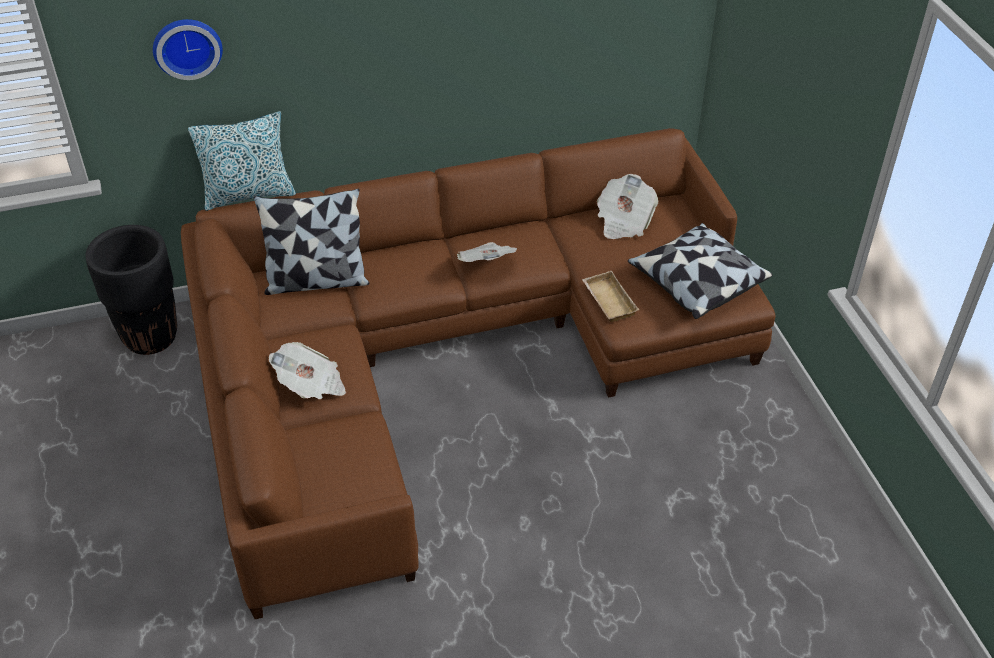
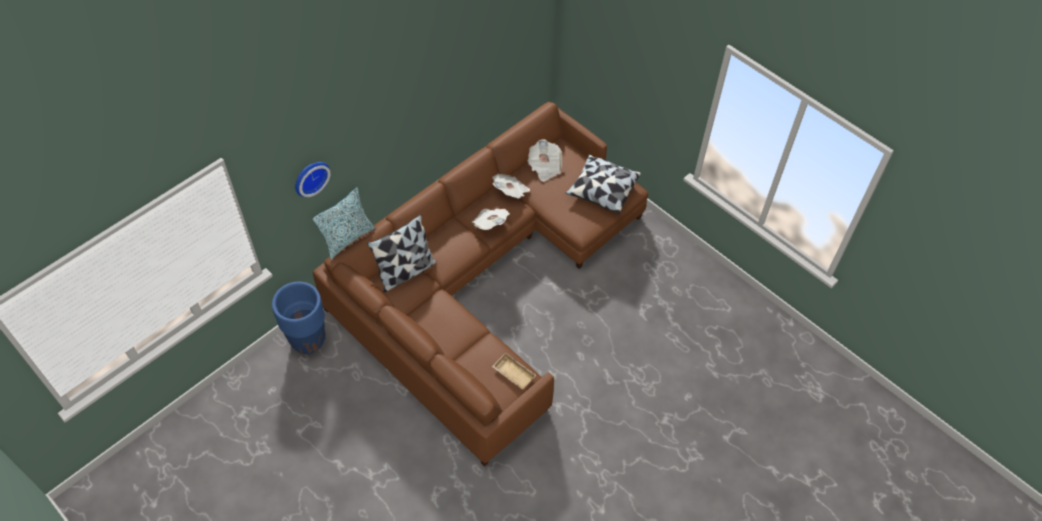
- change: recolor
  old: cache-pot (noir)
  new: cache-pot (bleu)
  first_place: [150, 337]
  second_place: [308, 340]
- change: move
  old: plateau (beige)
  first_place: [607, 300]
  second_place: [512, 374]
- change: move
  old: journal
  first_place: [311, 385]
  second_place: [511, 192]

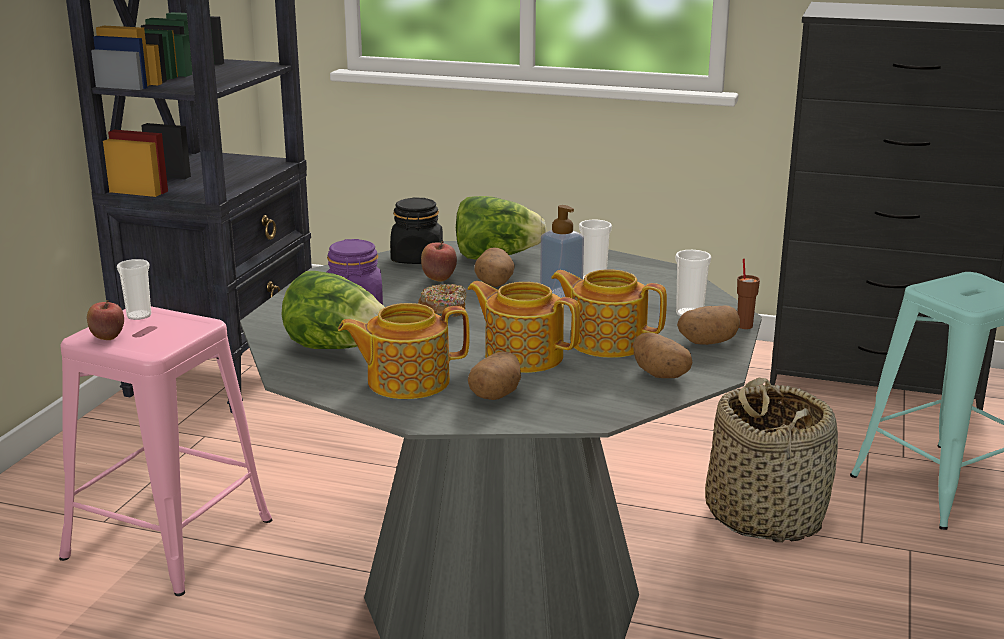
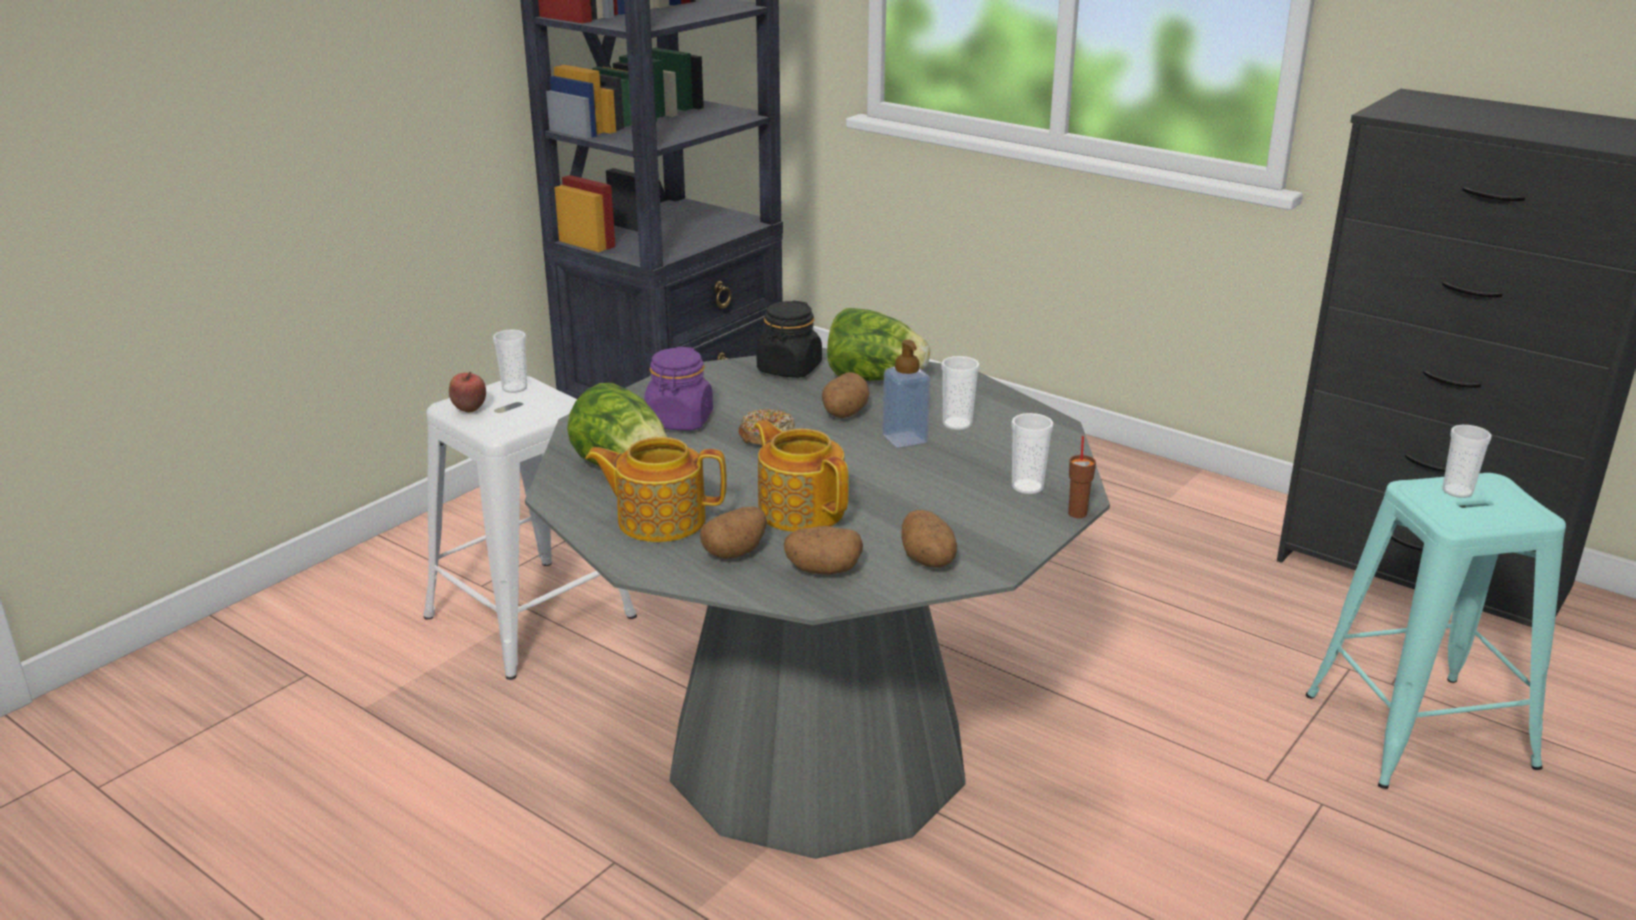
- change: delete
  old: pomme
  first_place: [438, 280]
- change: delete
  old: théière
  first_place: [606, 342]
- change: move
  old: pomme de terre
  first_place: [707, 343]
  second_place: [822, 570]
- change: recolor
  old: tabouret (rose)
  new: tabouret (blanc)
  first_place: [169, 538]
  second_place: [531, 616]
- change: delete
  old: panier
  first_place: [765, 515]
- change: insert
  new: tasse
  second_place: [1457, 491]

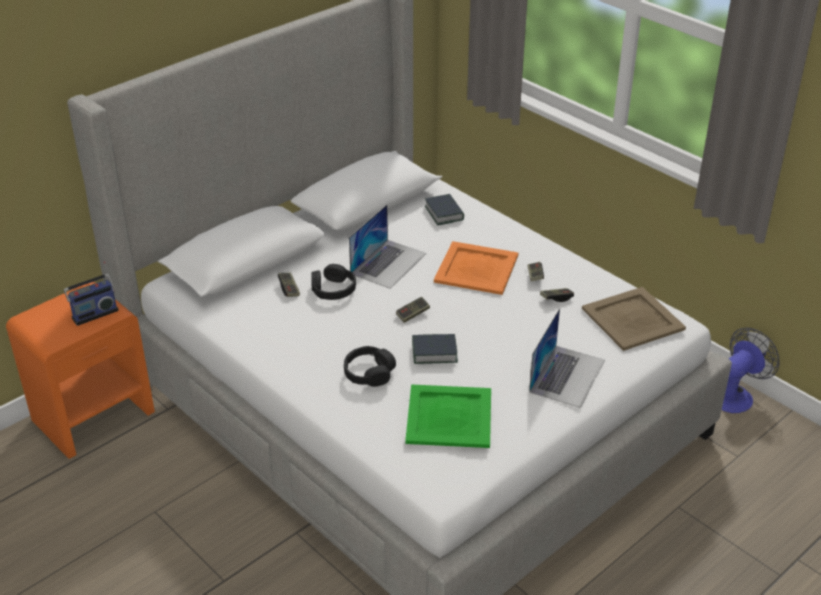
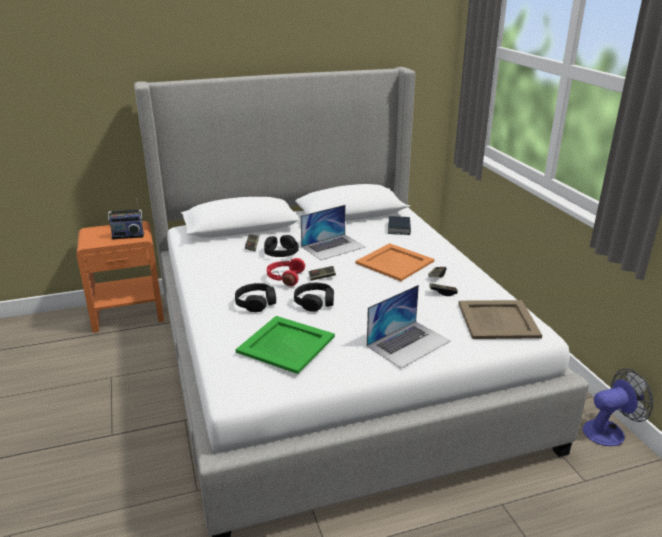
- change: replace
  old: livre
  new: casque audio (noir)
  first_place: [434, 352]
  second_place: [314, 302]
- change: insert
  new: casque audio (rouge)
  second_place: [284, 278]

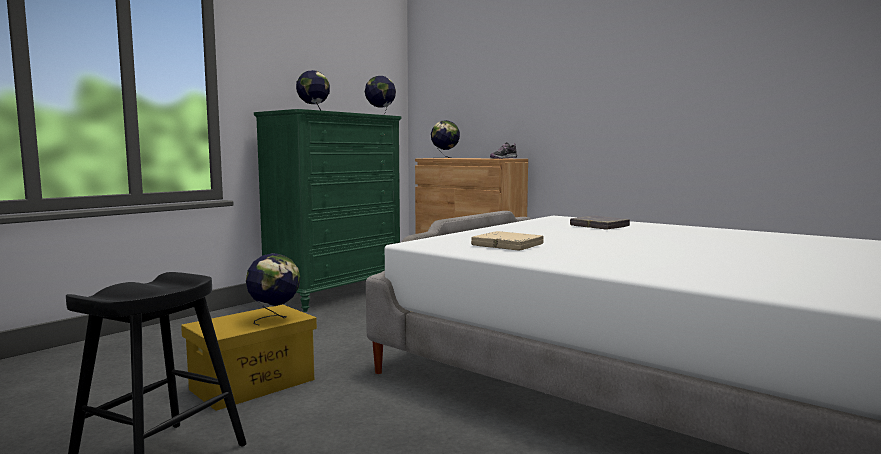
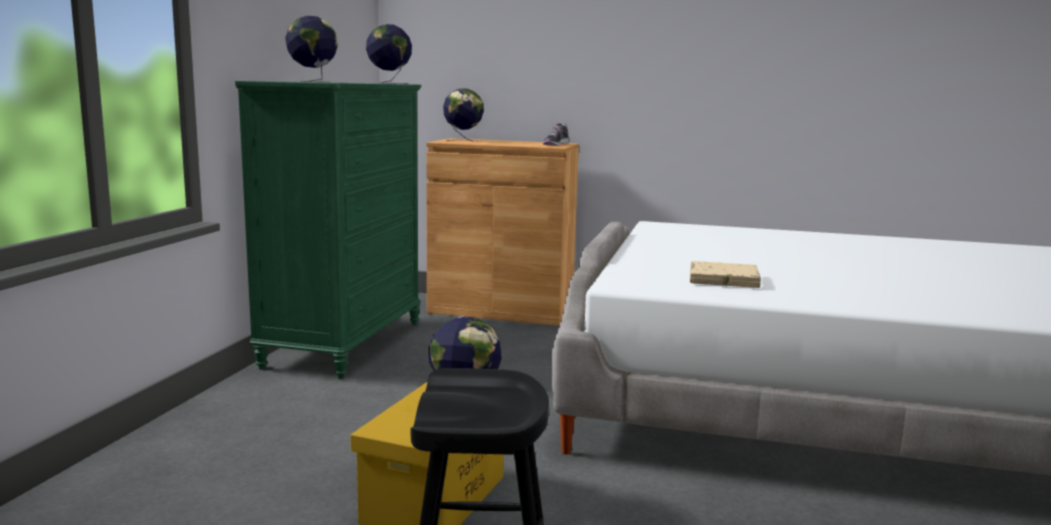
- change: delete
  old: livre (gris)
  first_place: [599, 226]

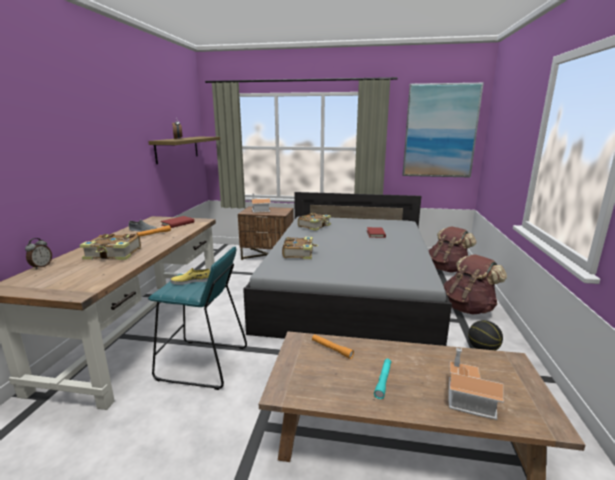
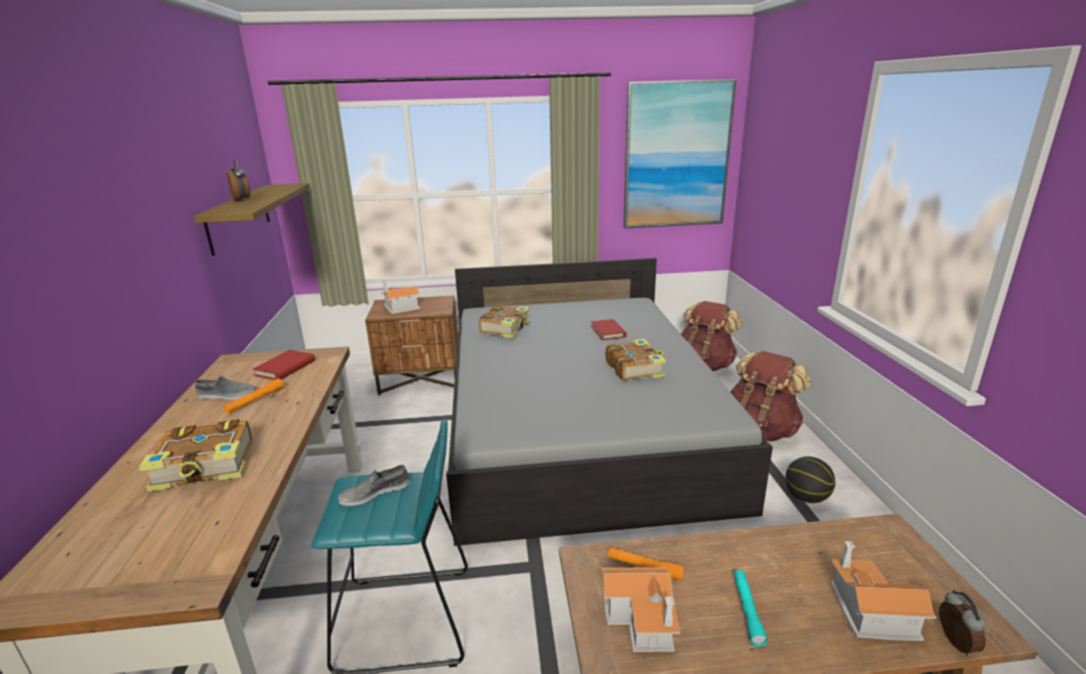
- change: move
  old: livre
  first_place: [299, 253]
  second_place: [634, 368]
- change: move
  old: réveil
  first_place: [41, 266]
  second_place: [953, 643]
- change: recolor
  old: chaussure (jaune)
  new: chaussure (gris)
  first_place: [191, 281]
  second_place: [374, 492]
- change: insert
  new: maison miniature
  second_place: [643, 619]

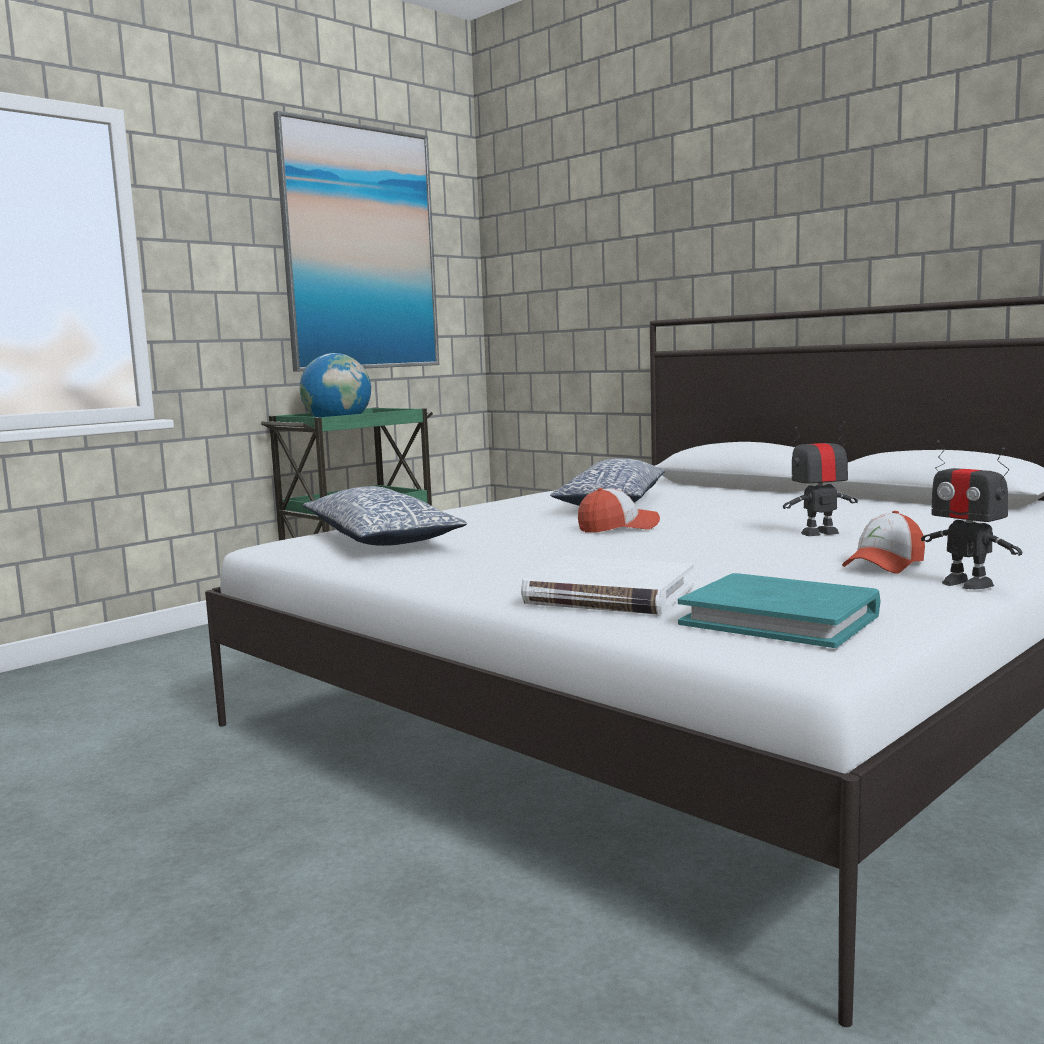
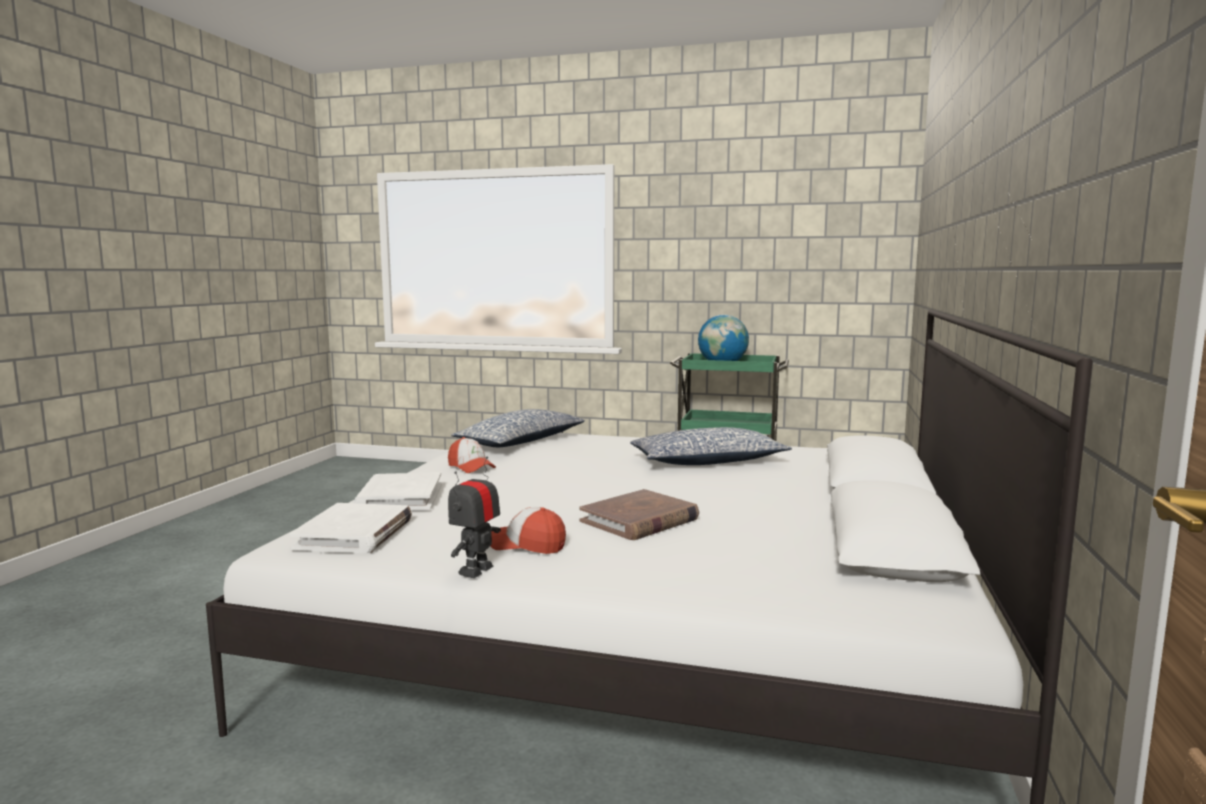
- change: delete
  old: tableau
  first_place: [360, 249]
- change: replace
  old: robot jouet
  new: livre (marron)
  first_place: [819, 533]
  second_place: [639, 520]
- change: move
  old: casquette
  first_place: [618, 528]
  second_place: [471, 467]
- change: recolor
  old: livre (turquoise)
  new: livre (blanc)
  first_place: [780, 619]
  second_place: [354, 534]

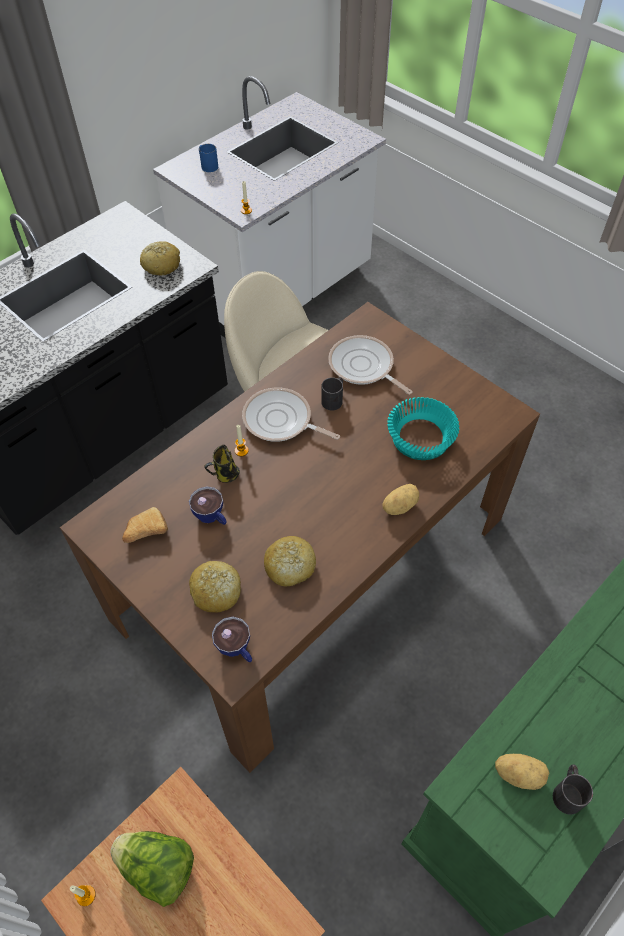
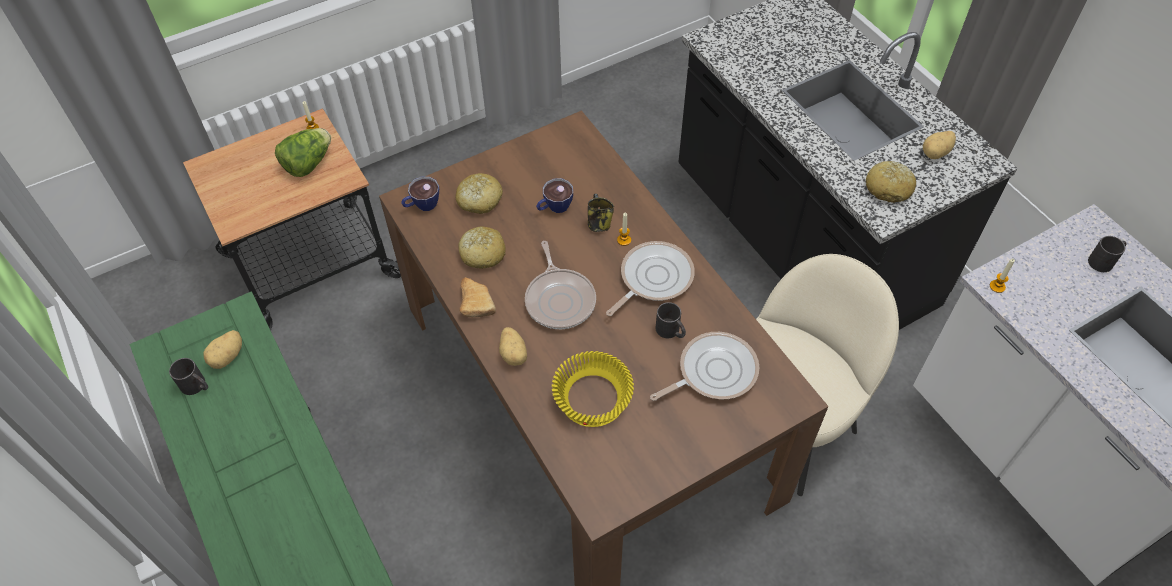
- change: recolor
  old: mug (bleu)
  new: mug (noir)
  first_place: [207, 165]
  second_place: [1104, 261]
- change: recolor
  old: bol (turquoise)
  new: bol (jaune)
  first_place: [422, 438]
  second_place: [591, 400]
- change: move
  old: pain
  first_place: [144, 532]
  second_place: [475, 301]
- change: insert
  new: pomme de terre
  second_place: [936, 153]
- change: insert
  new: poêle
  second_place: [560, 299]

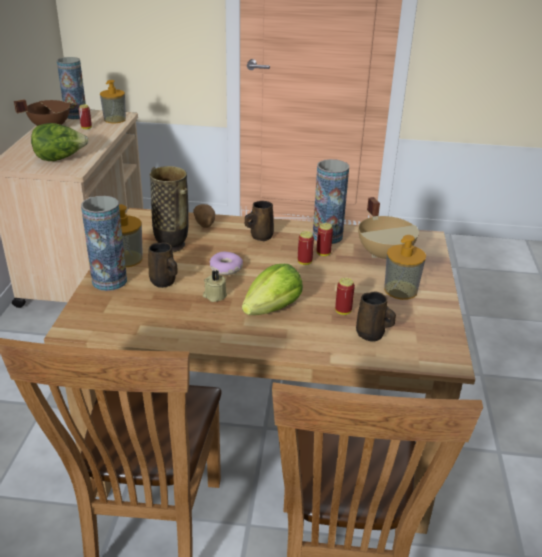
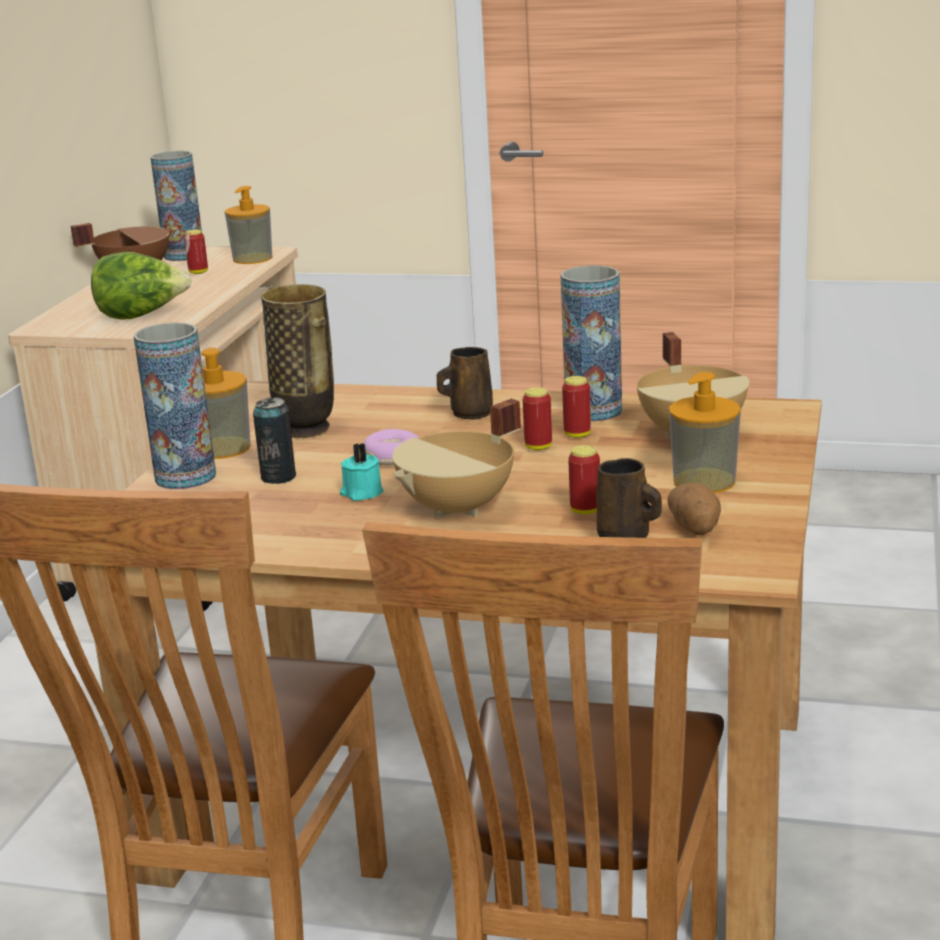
- change: move
  old: pomme de terre
  first_place: [205, 224]
  second_place: [695, 529]
- change: replace
  old: mug (marron)
  new: boîte métallique
  first_place: [164, 282]
  second_place: [278, 477]
- change: replace
  old: laitue
  new: marmite (beige)
  first_place: [273, 309]
  second_place: [459, 509]
- change: recolor
  old: bougie (beige)
  new: bougie (turquoise)
  first_place: [214, 296]
  second_place: [361, 493]

